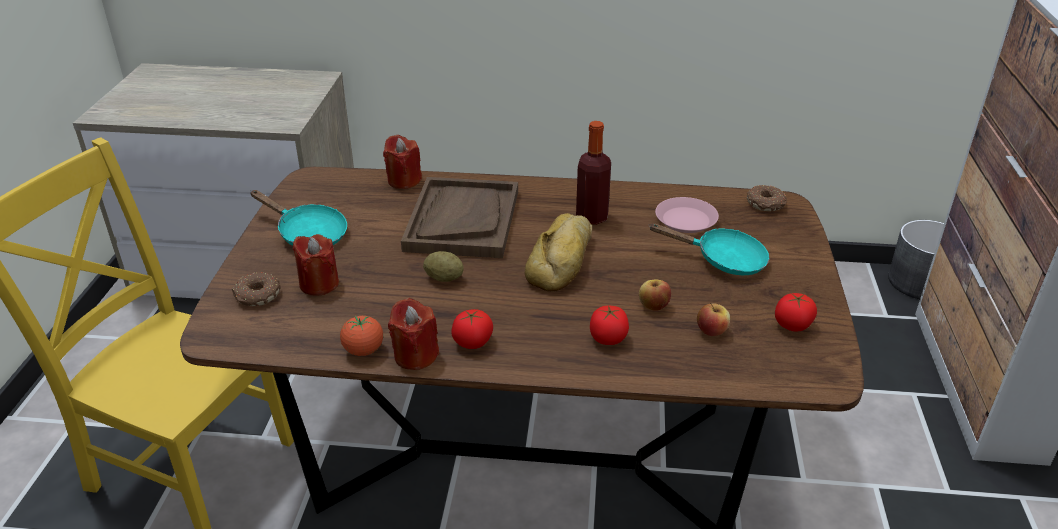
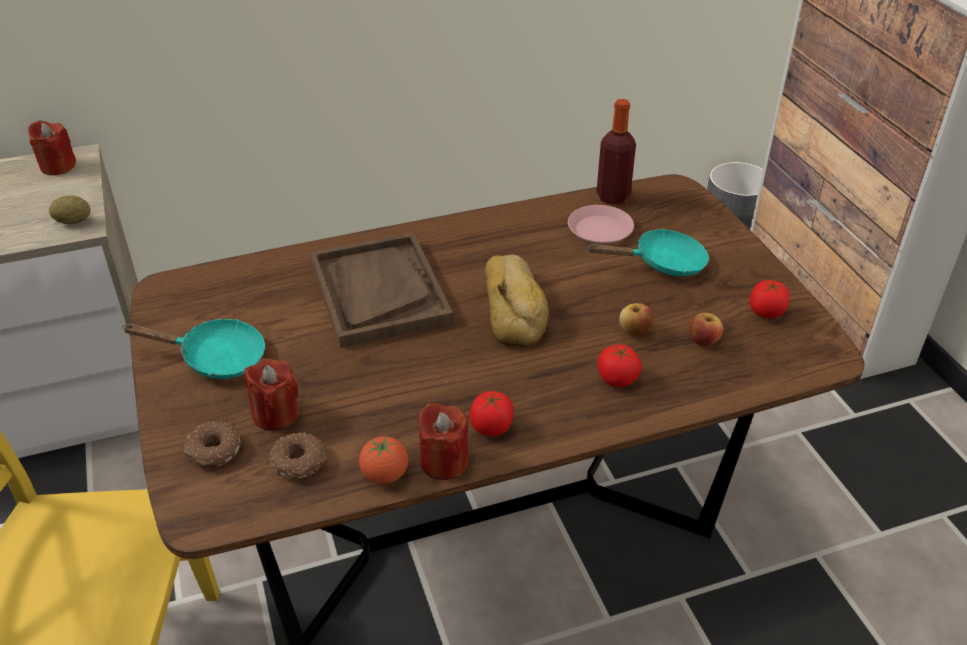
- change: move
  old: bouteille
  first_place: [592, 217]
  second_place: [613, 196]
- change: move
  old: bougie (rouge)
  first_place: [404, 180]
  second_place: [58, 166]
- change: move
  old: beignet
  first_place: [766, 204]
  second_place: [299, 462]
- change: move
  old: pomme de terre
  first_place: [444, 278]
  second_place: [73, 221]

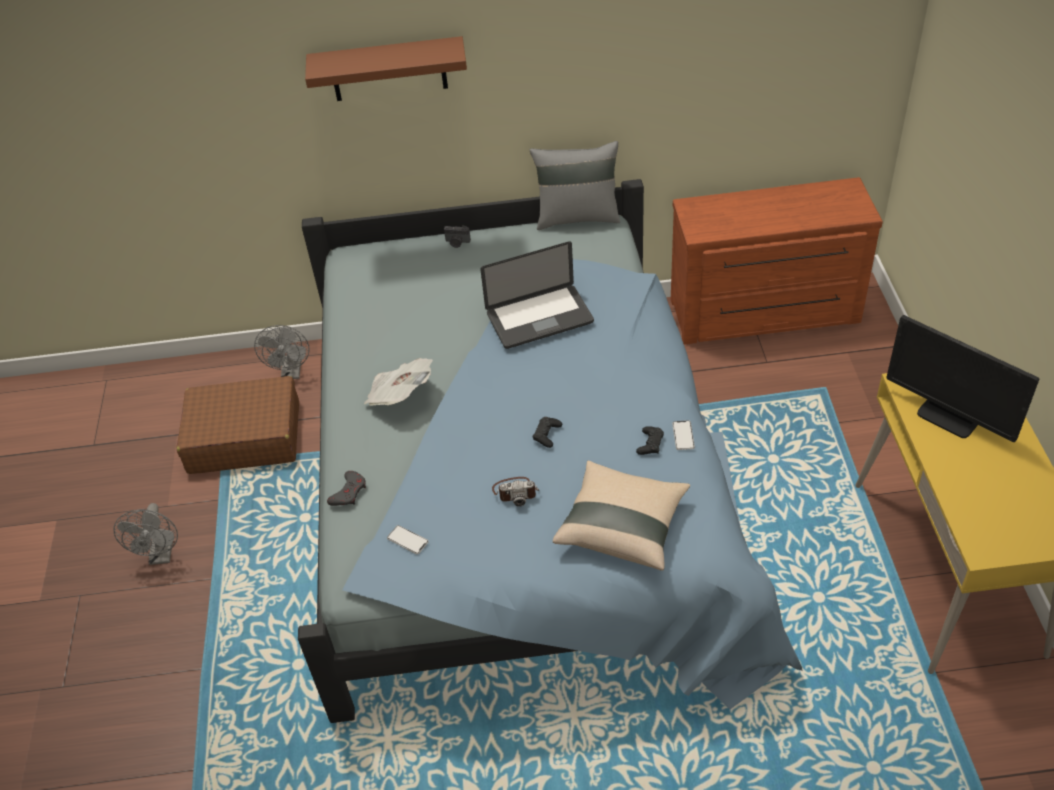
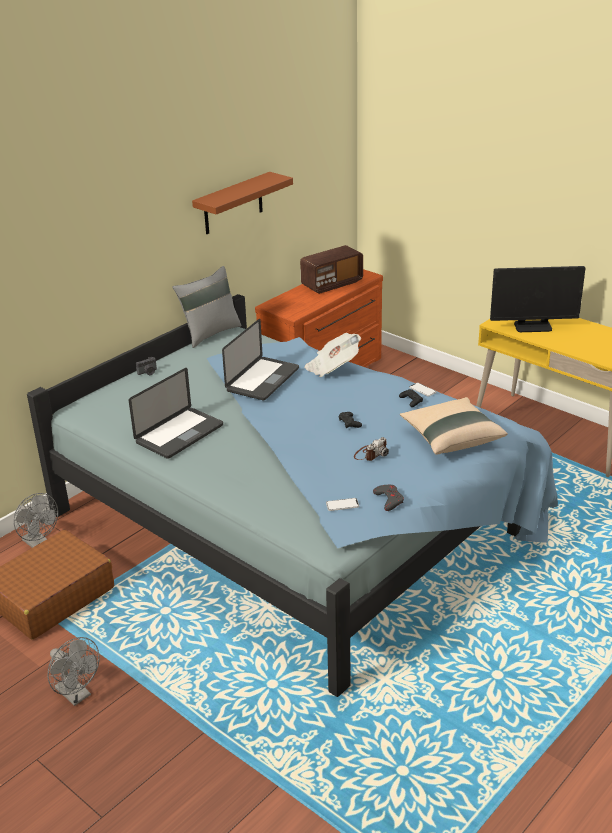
- change: move
  old: étagère (marron)
  first_place: [388, 69]
  second_place: [233, 204]
- change: move
  old: journal
  first_place: [400, 395]
  second_place: [332, 367]
- change: move
  old: manette (gris)
  first_place: [349, 492]
  second_place: [389, 500]
- change: insert
  new: radio
  second_place: [332, 284]
- change: insert
  new: ordinateur portable
  second_place: [179, 434]

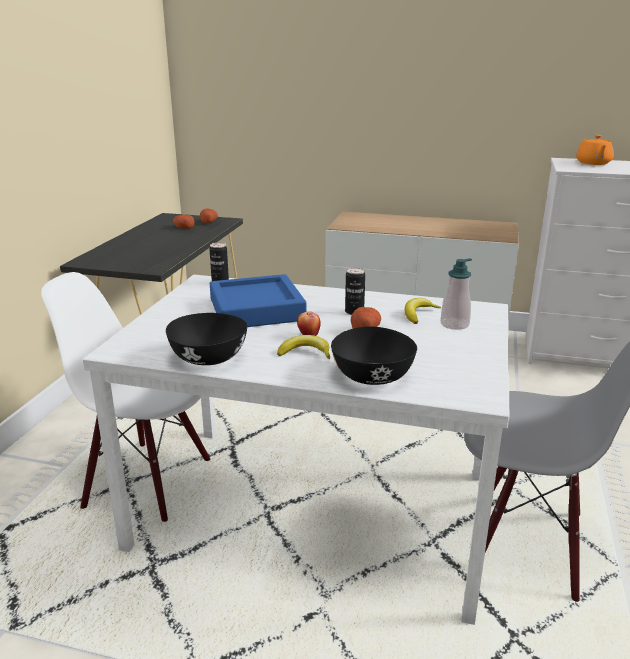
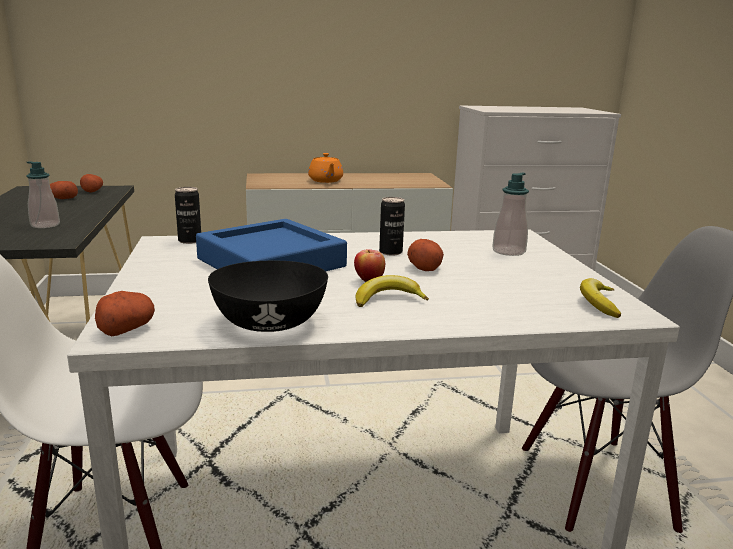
- change: move
  old: théière (orange)
  first_place: [593, 163]
  second_place: [325, 181]
- change: move
  old: banane
  first_place: [418, 314]
  second_place: [598, 303]
- change: delete
  old: bol (noir)
  first_place: [373, 376]
- change: insert
  new: distributeur de savon
  second_place: [45, 225]
- change: insert
  new: pomme de terre
  second_place: [126, 329]

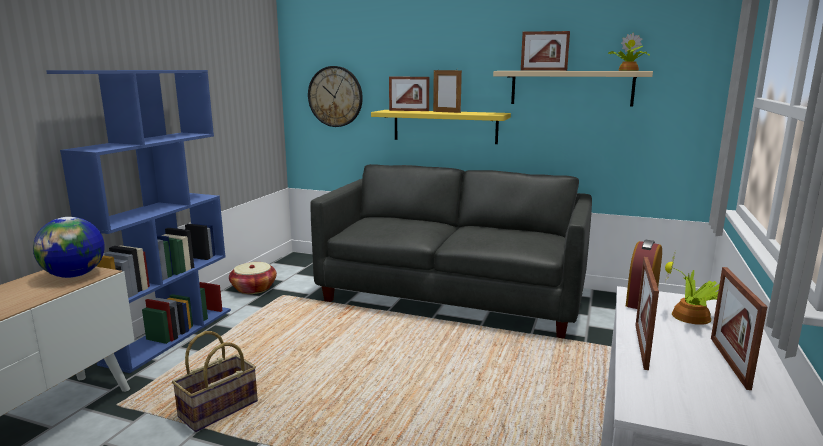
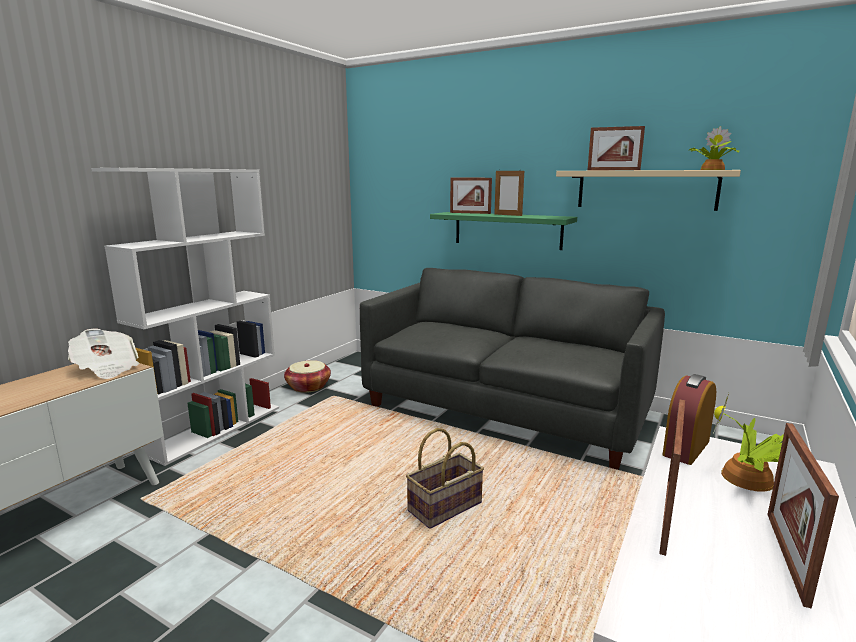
- change: delete
  old: horloge murale
  first_place: [335, 96]
- change: recolor
  old: bibliothèque (bleu)
  new: bibliothèque (blanc)
  first_place: [170, 334]
  second_place: [215, 429]
- change: recolor
  old: étagère (jaune)
  new: étagère (vert)
  first_place: [445, 126]
  second_place: [507, 230]
- change: replace
  old: globe
  new: journal
  first_place: [75, 275]
  second_place: [107, 369]
- change: move
  old: panier
  first_place: [219, 410]
  second_place: [445, 508]

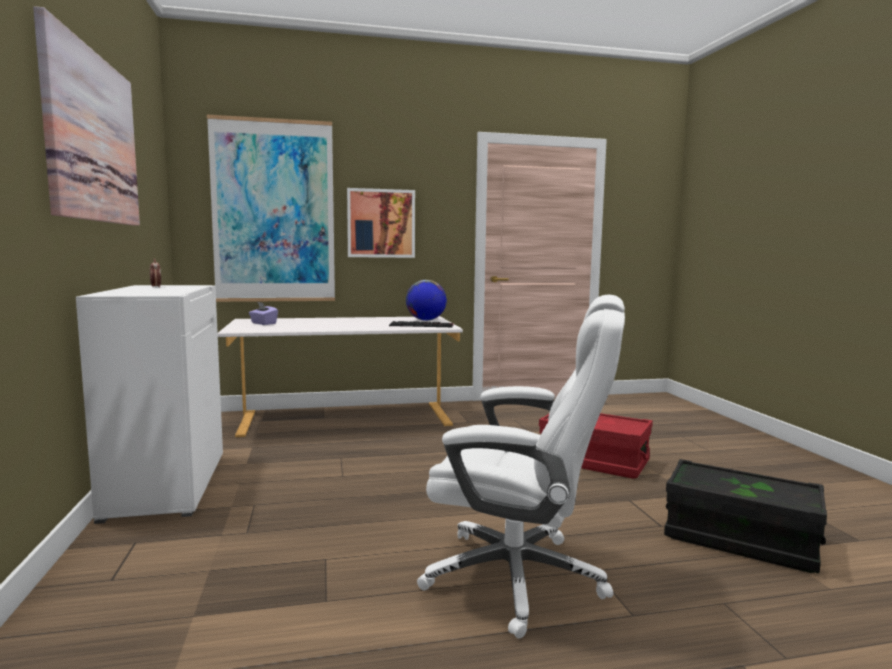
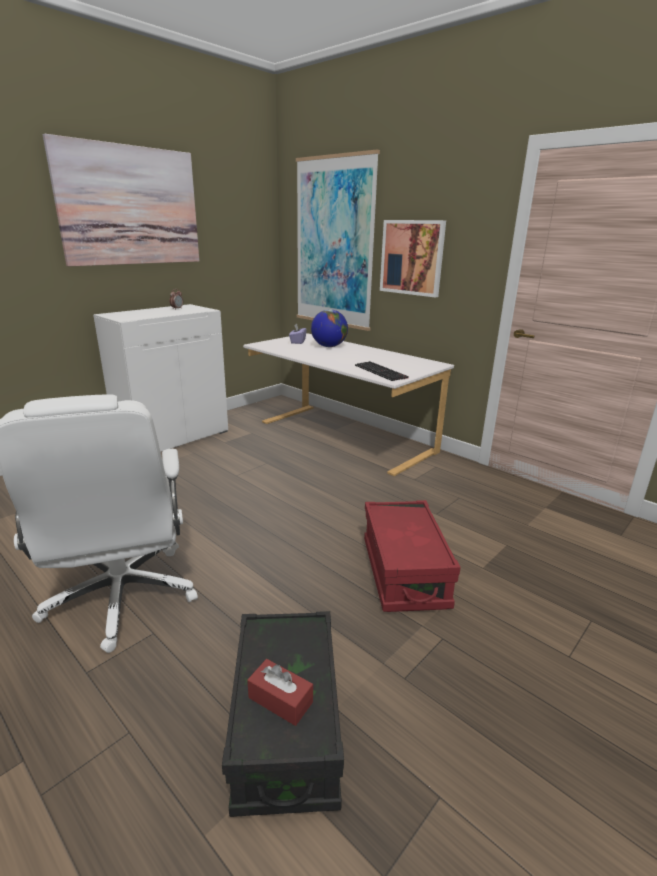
- change: move
  old: globe
  first_place: [426, 320]
  second_place: [329, 346]
- change: insert
  new: boîte à mouchoirs (rouge)
  second_place: [280, 700]

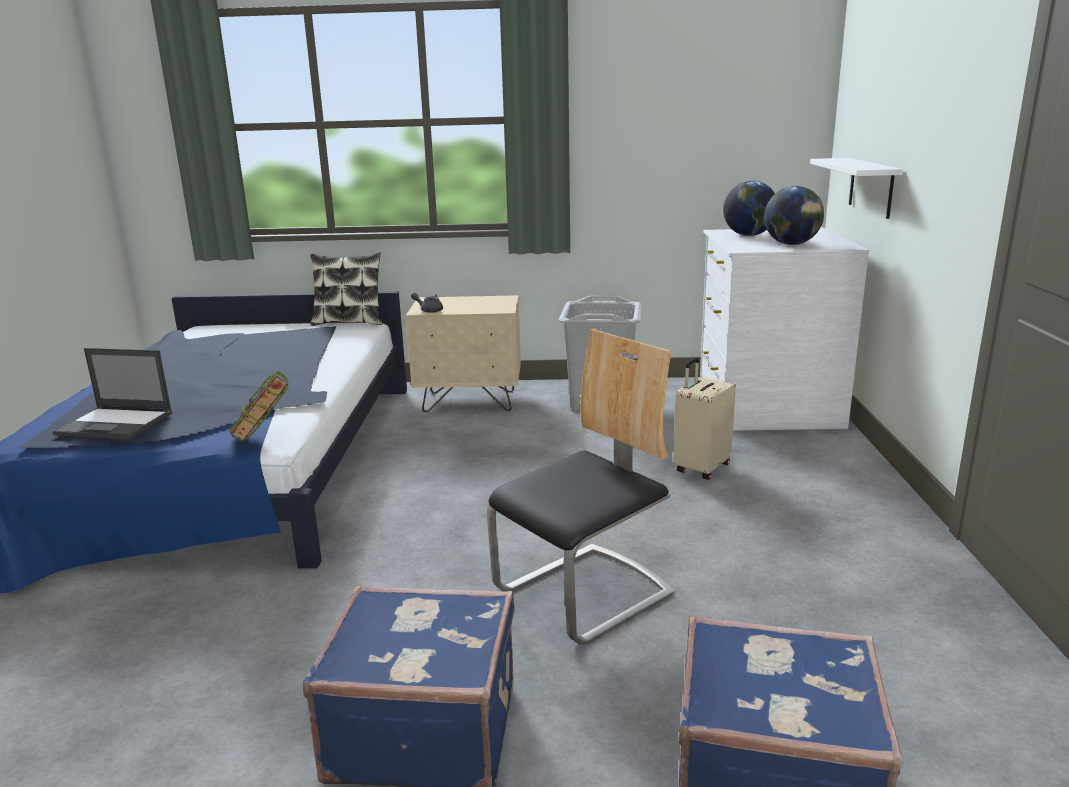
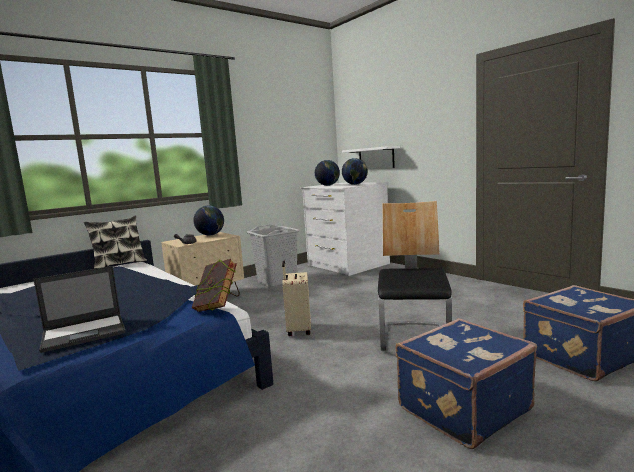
- change: move
  old: valise (beige)
  first_place: [700, 468]
  second_place: [298, 330]
- change: insert
  new: globe
  second_place: [210, 235]

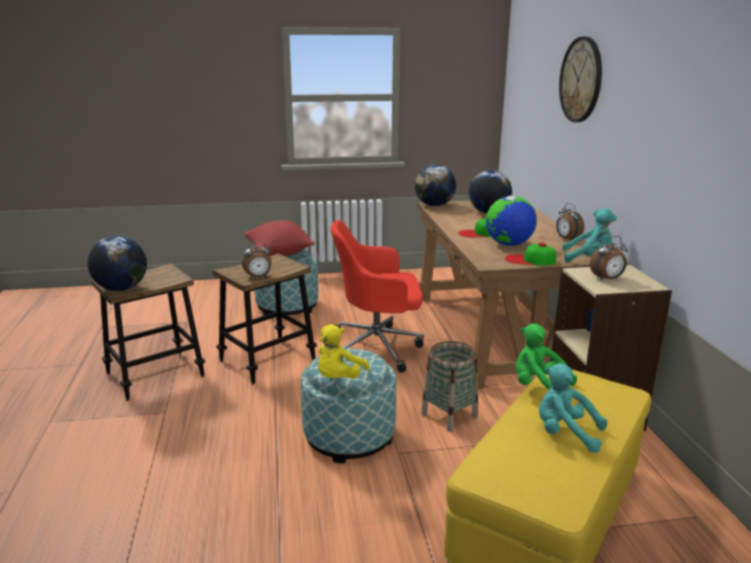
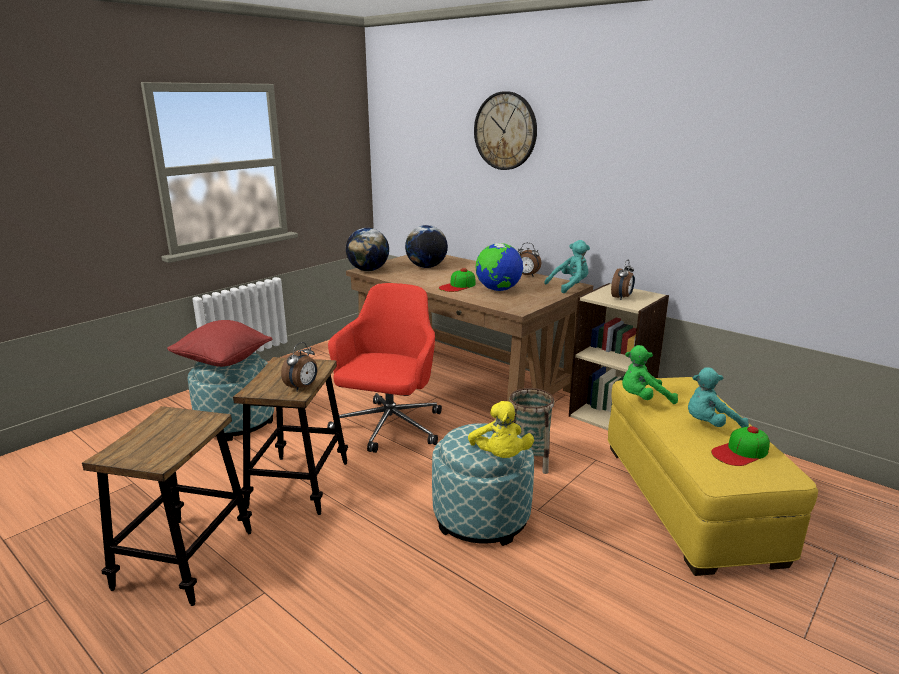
- change: rotate
  old: chaise de bureau (rouge)
  first_place: [377, 347]
  second_place: [389, 428]
  degrees: 150
- change: delete
  old: globe
  first_place: [121, 289]
- change: move
  old: casquette
  first_place: [529, 260]
  second_place: [740, 452]

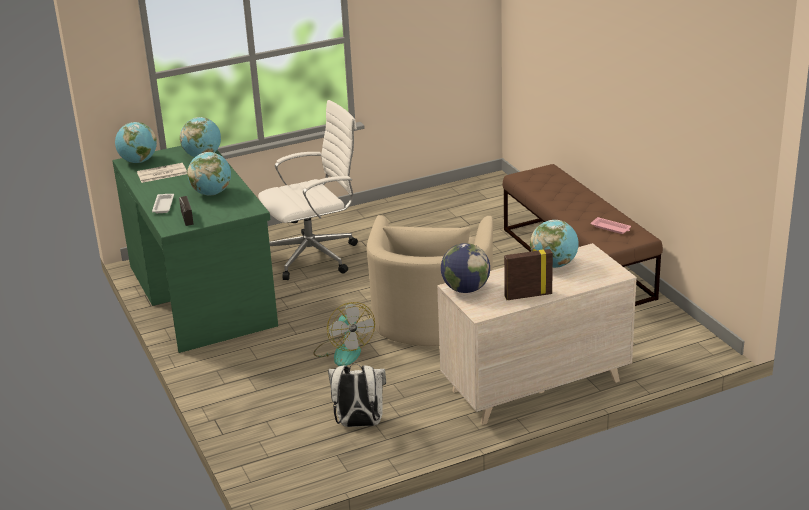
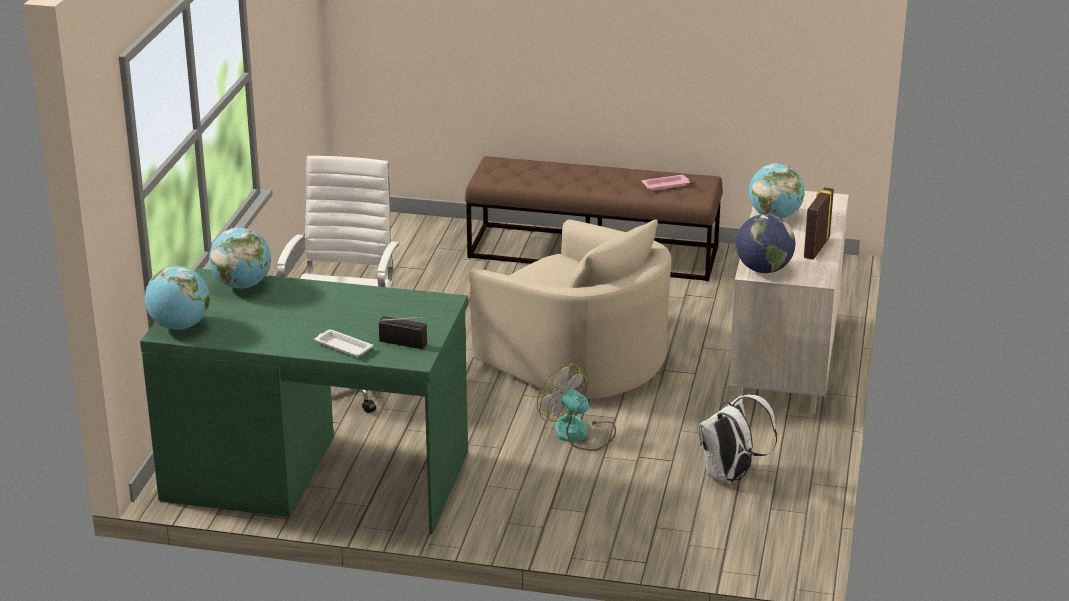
- change: delete
  old: globe
  first_place: [211, 193]
- change: delete
  old: journal
  first_place: [161, 174]
- change: rotate
  old: ventilateur
  first_place: [343, 351]
  second_place: [579, 434]
  degrees: -150

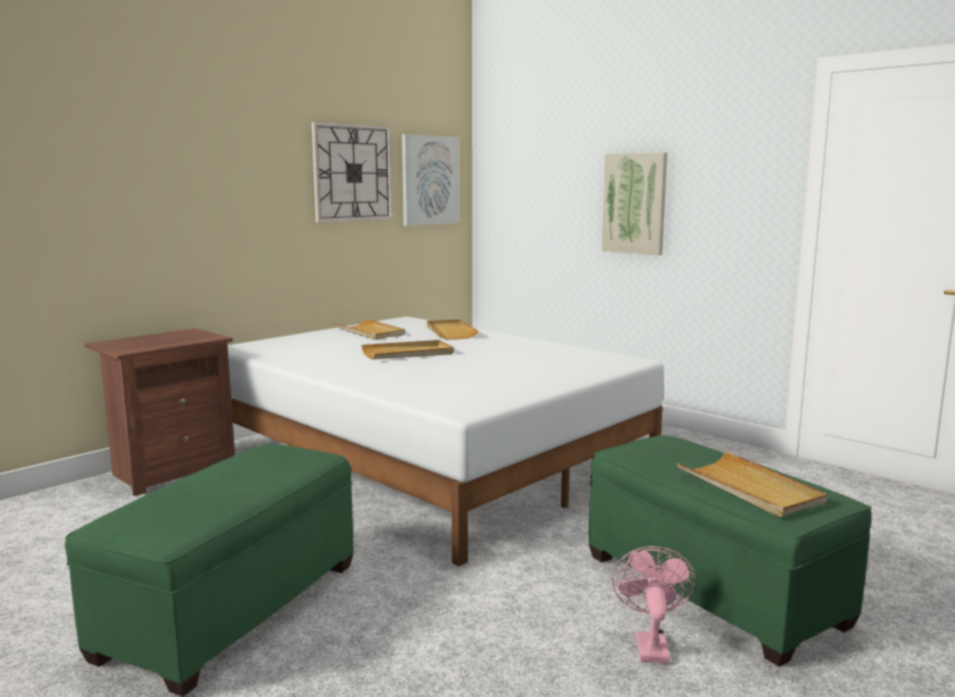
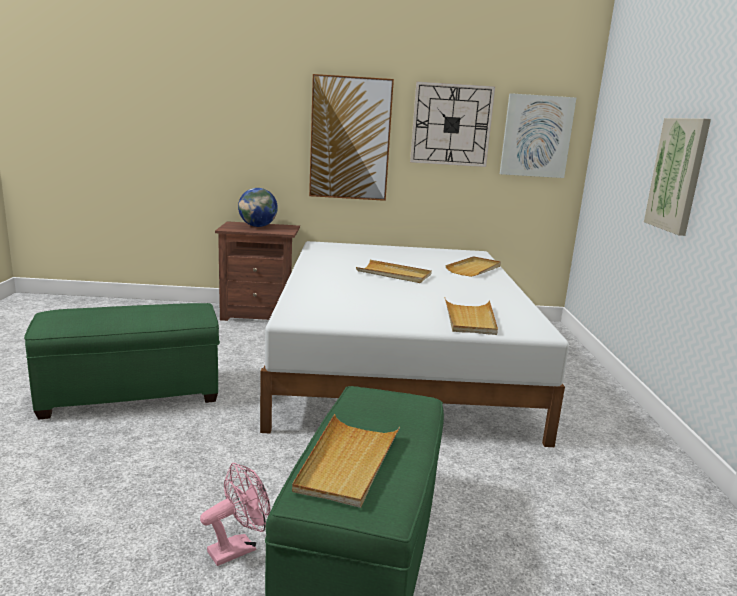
- change: move
  old: plateau (beige)
  first_place: [369, 332]
  second_place: [470, 319]
- change: insert
  new: tableau
  second_place: [350, 139]
- change: insert
  new: globe
  second_place: [258, 226]

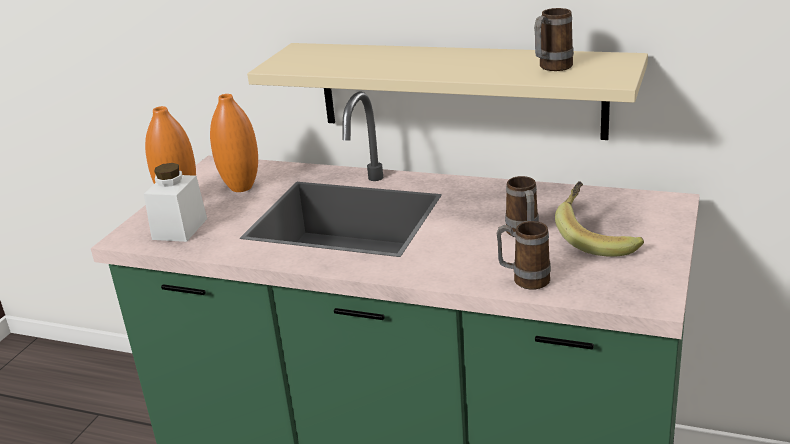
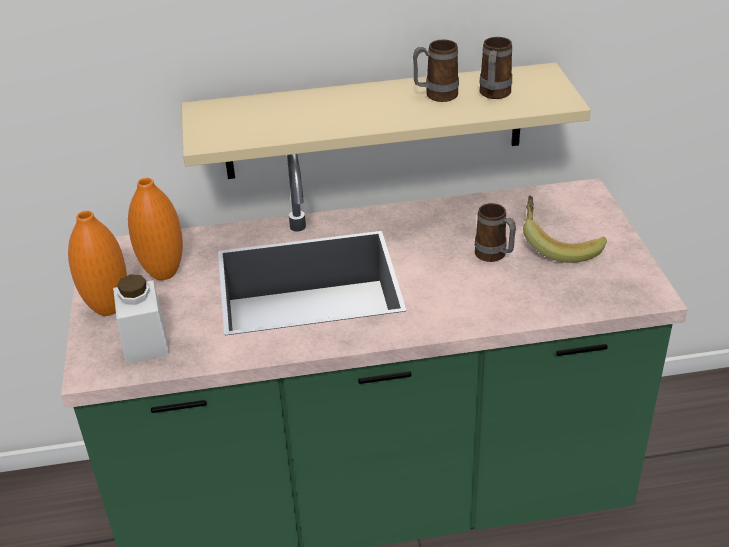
- change: move
  old: mug
  first_place: [524, 280]
  second_place: [435, 96]

